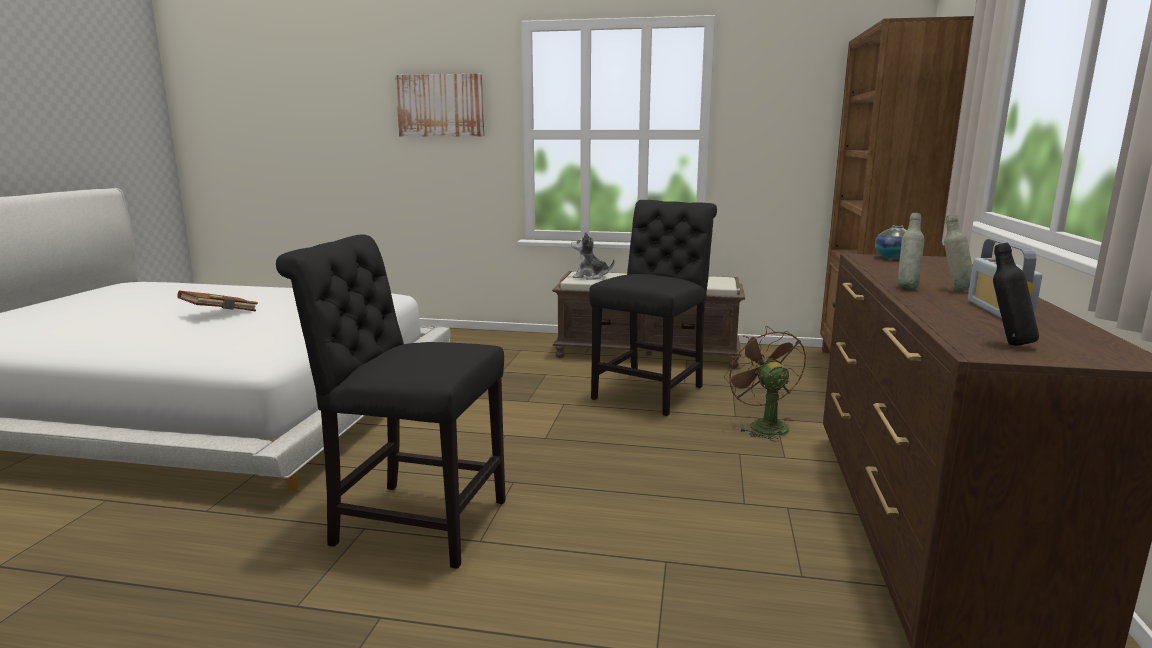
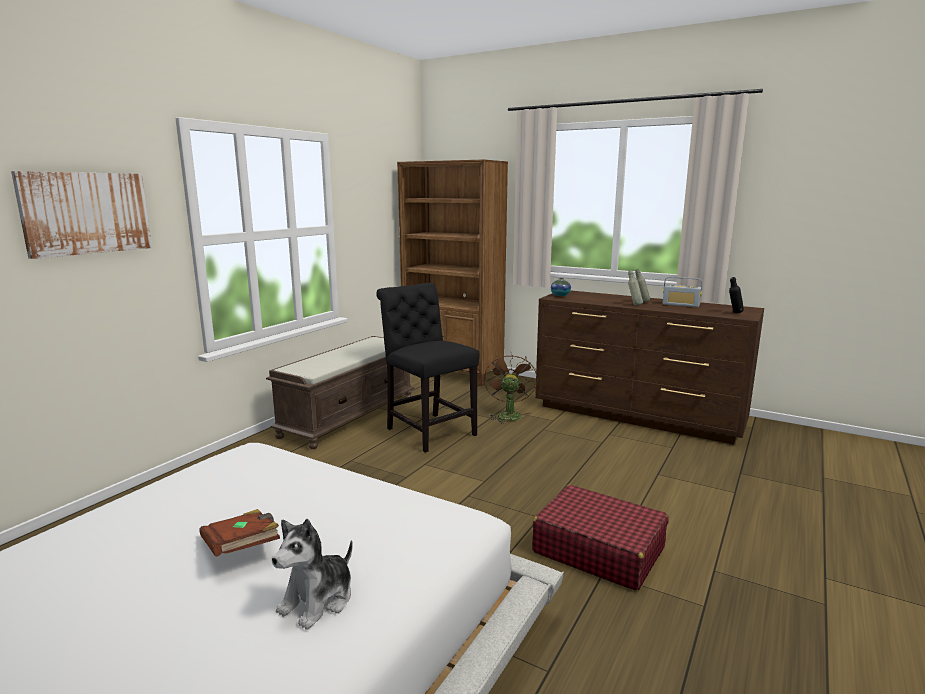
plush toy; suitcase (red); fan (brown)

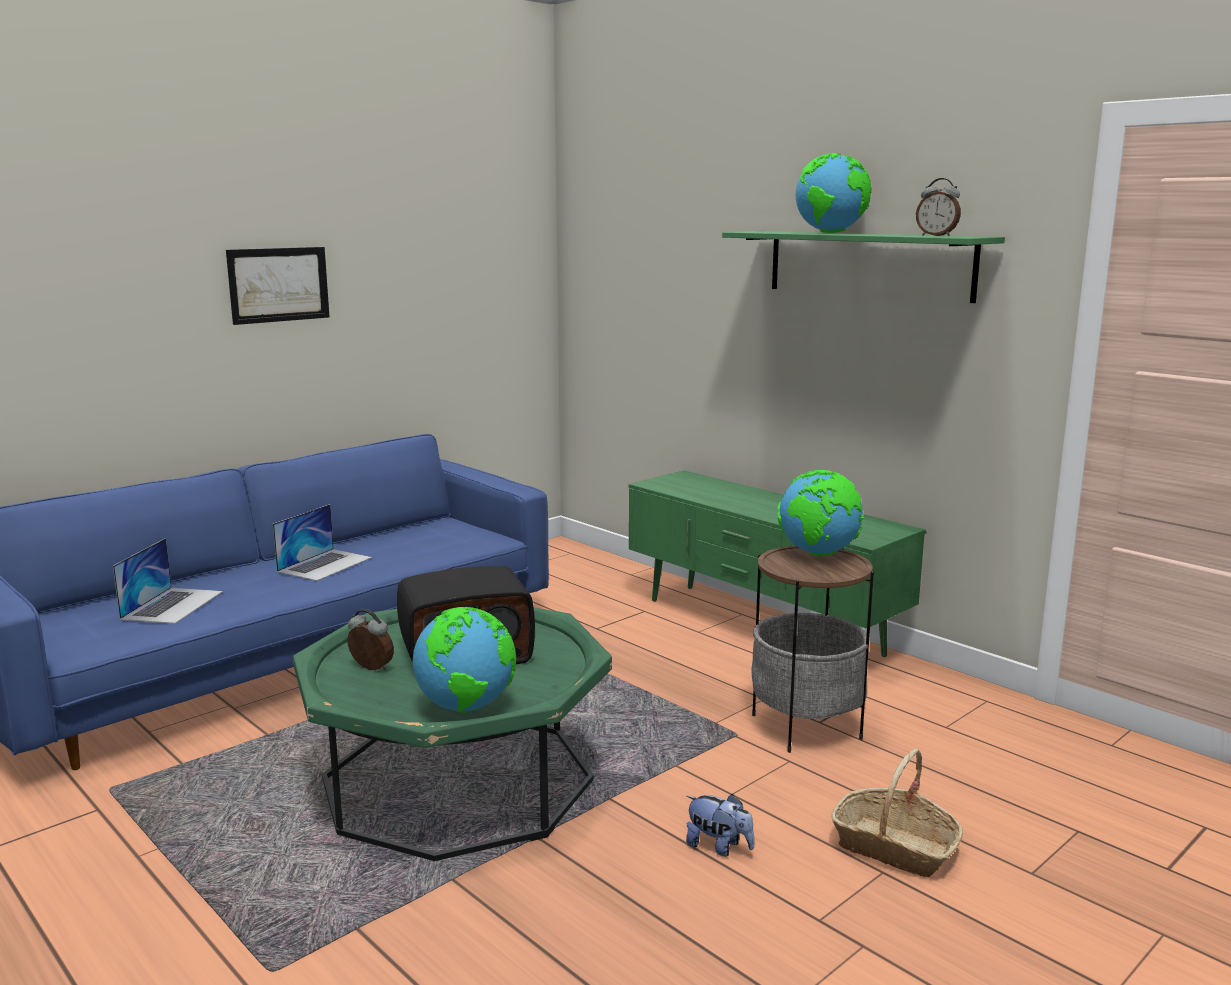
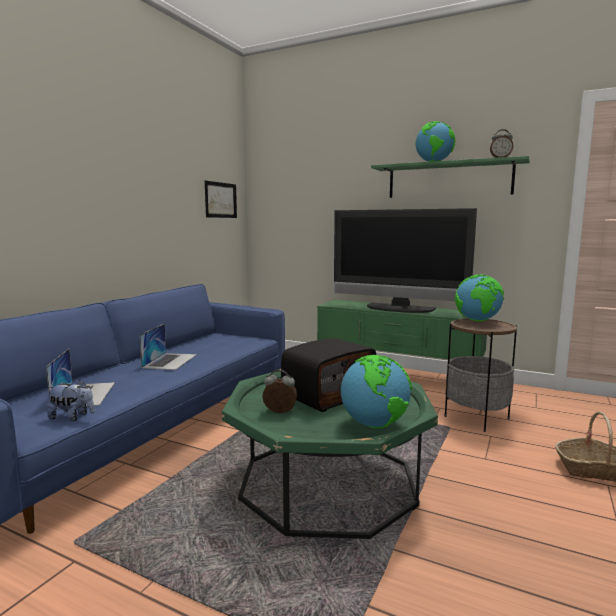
picture; plush toy; television

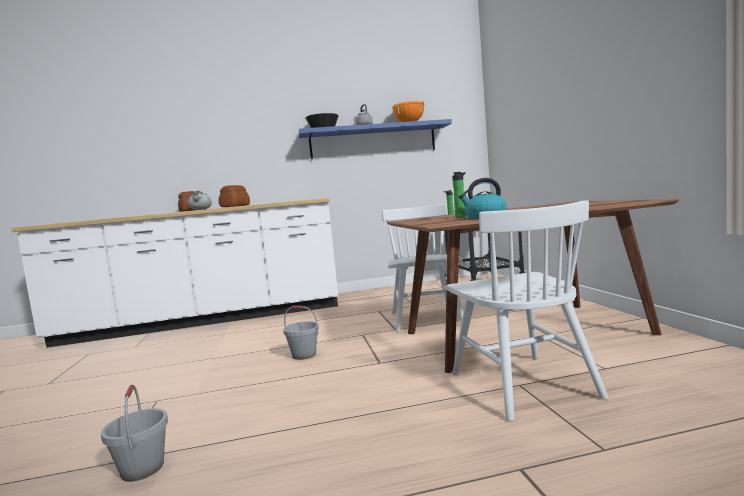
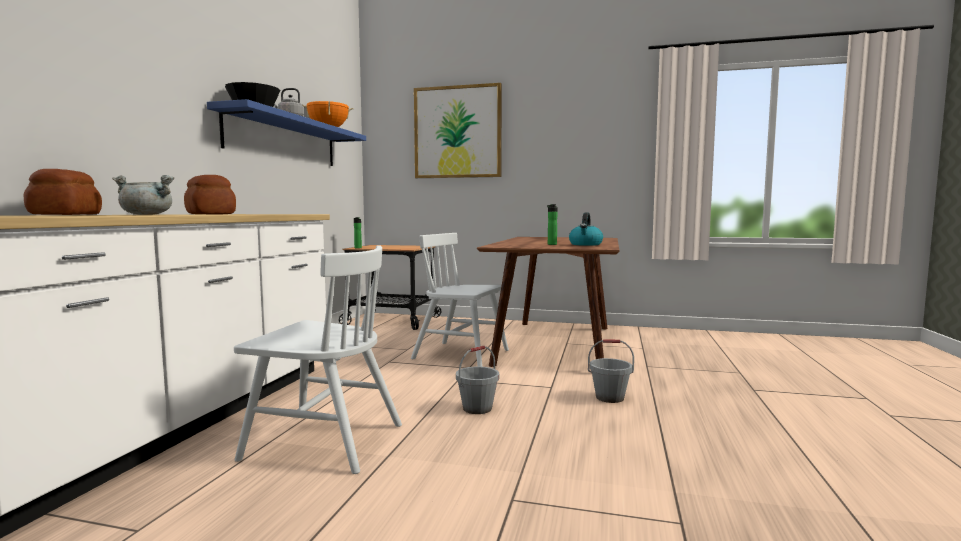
chair (white) (1st from left); bucket (grey) (2nd from left); picture

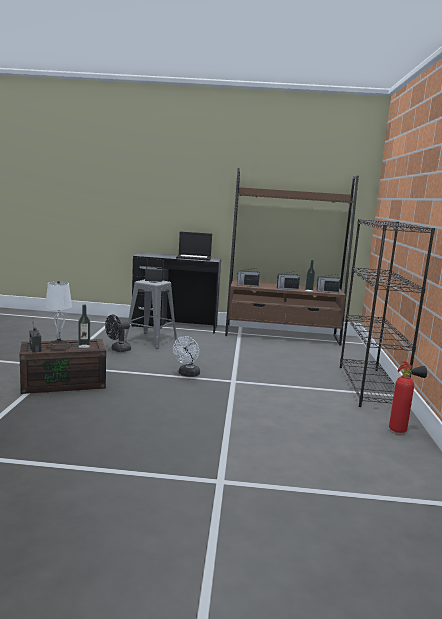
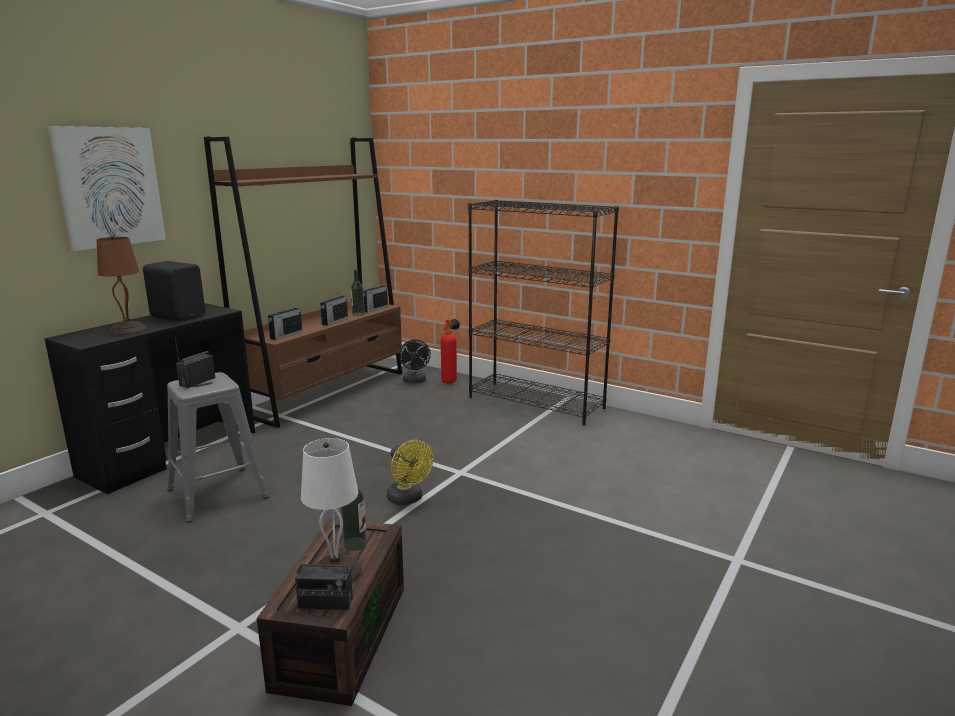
speaker (black); fan (black); fan (yellow); fire extinguisher; picture; table lamp (brown)

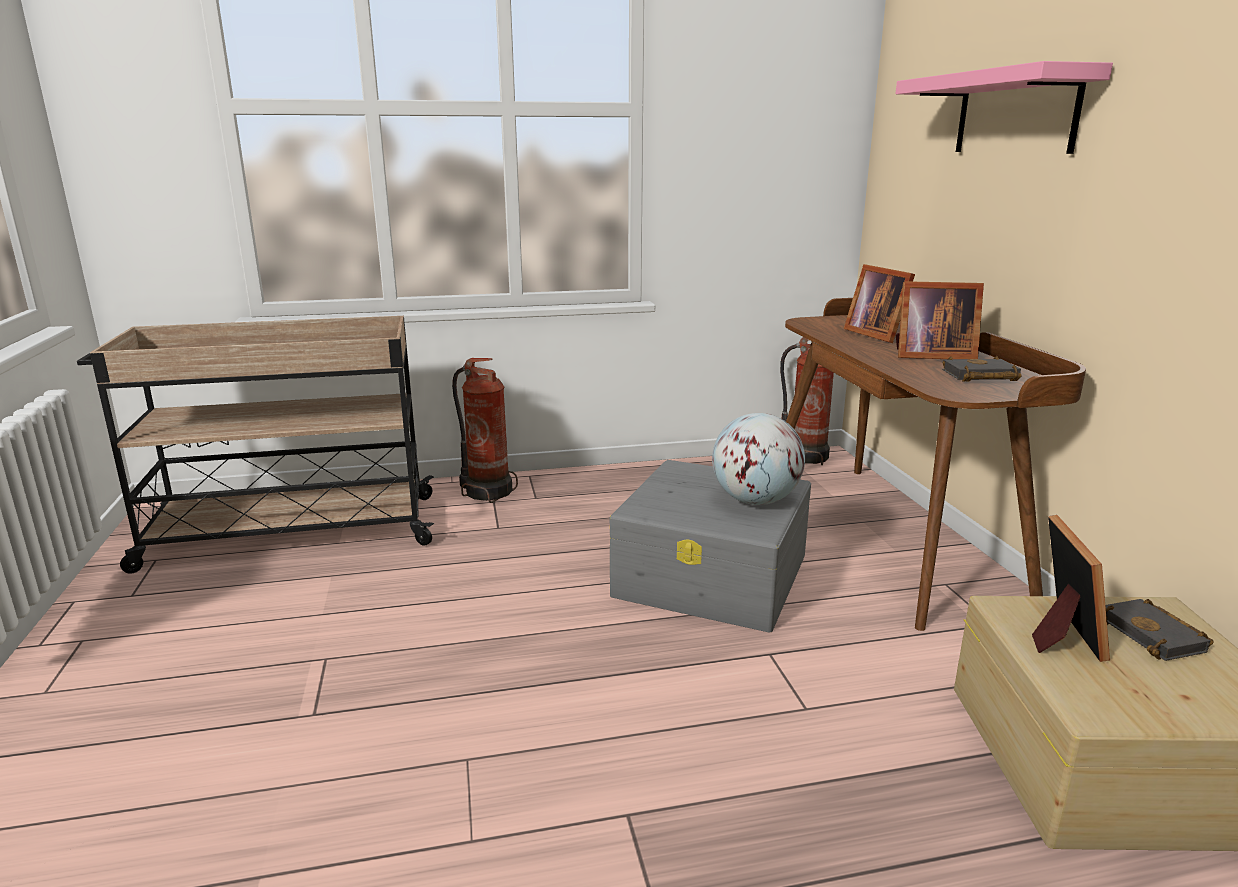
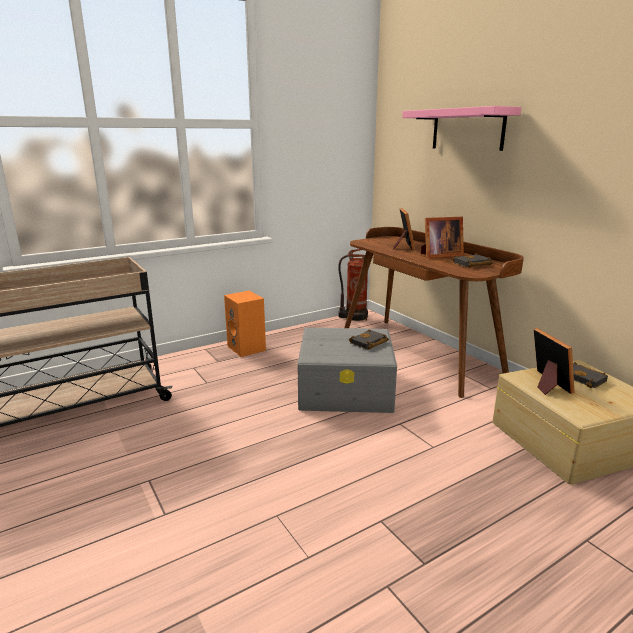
picture frame (1st from left); fire extinguisher (1st from left in the first image); book (black) (1st from left); speaker (orange)

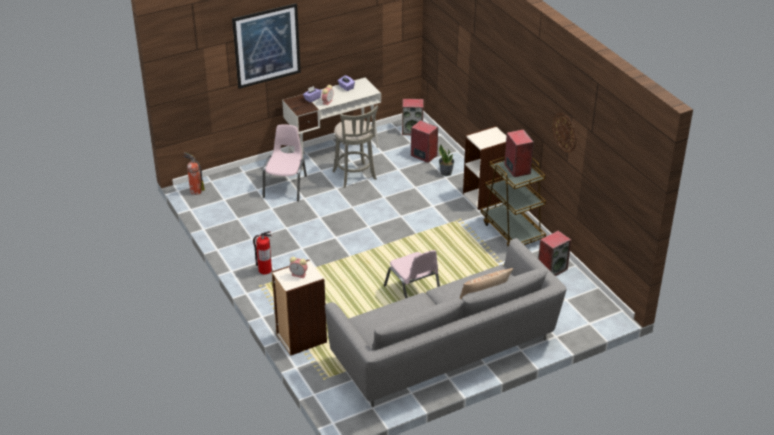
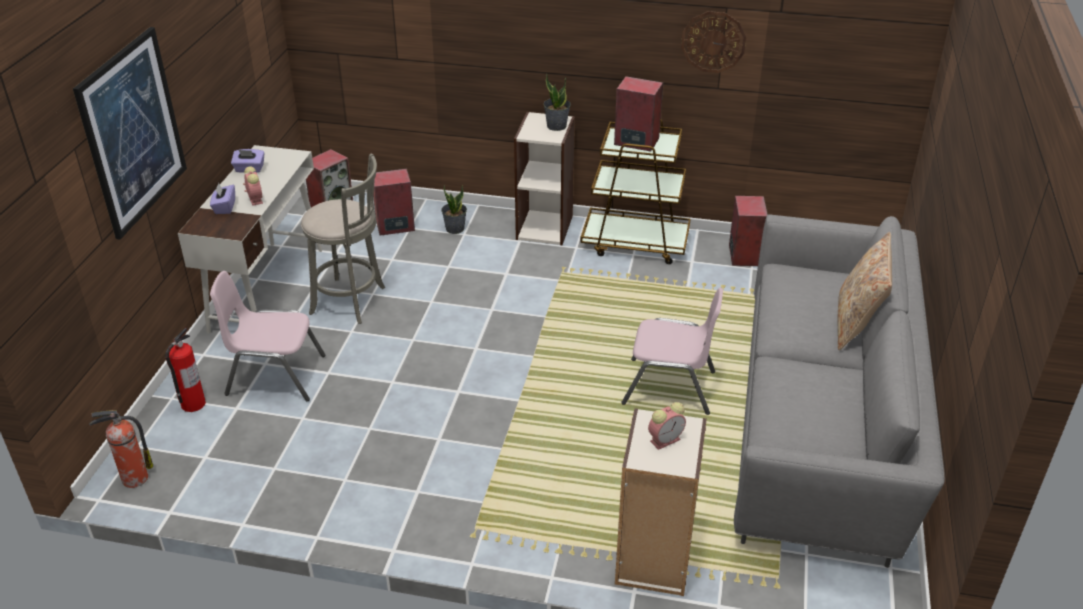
chair (pink) (1st from left); fire extinguisher (2nd from left); potted plant (2nd from left)

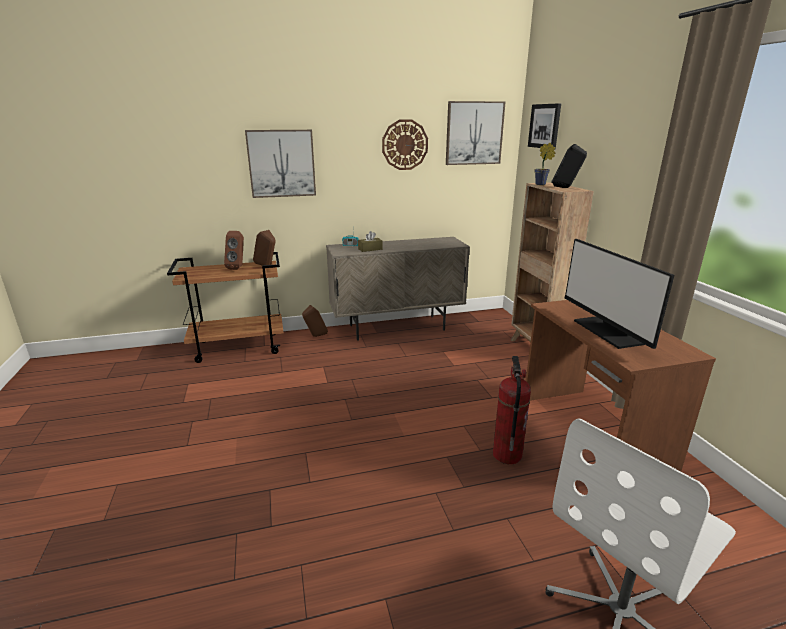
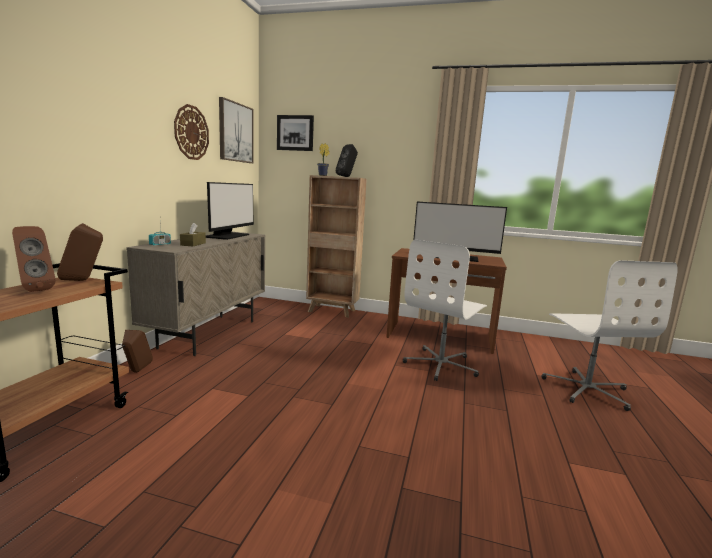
picture (1st from left in the first image); office chair (white) (1st from left); monitor (1st from left)

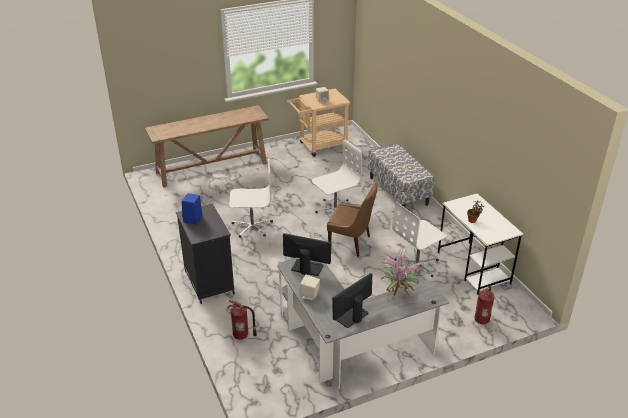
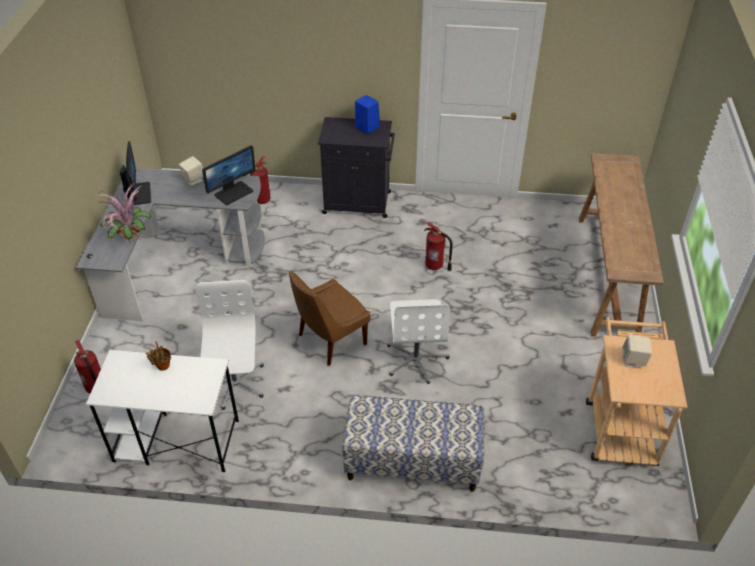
fire extinguisher (3rd from left)

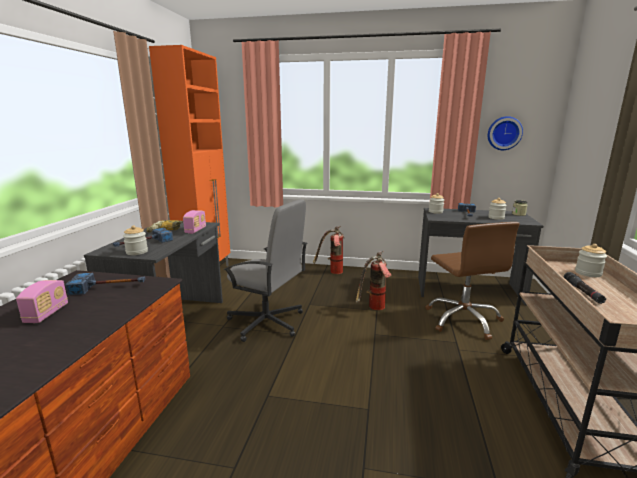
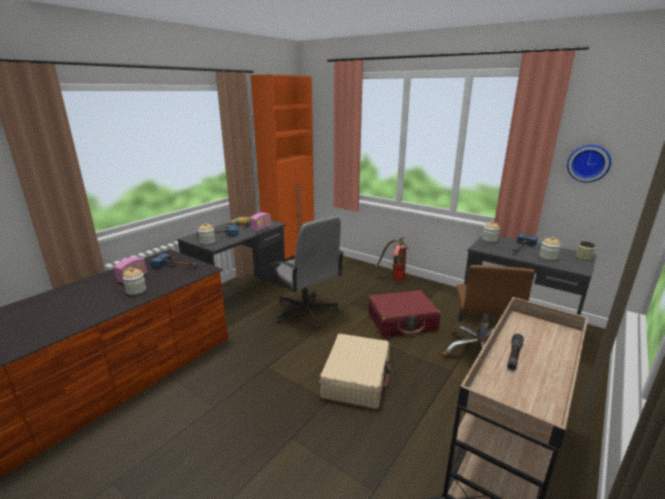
jar (1st from left); suitcase (red); suitcase (beige)

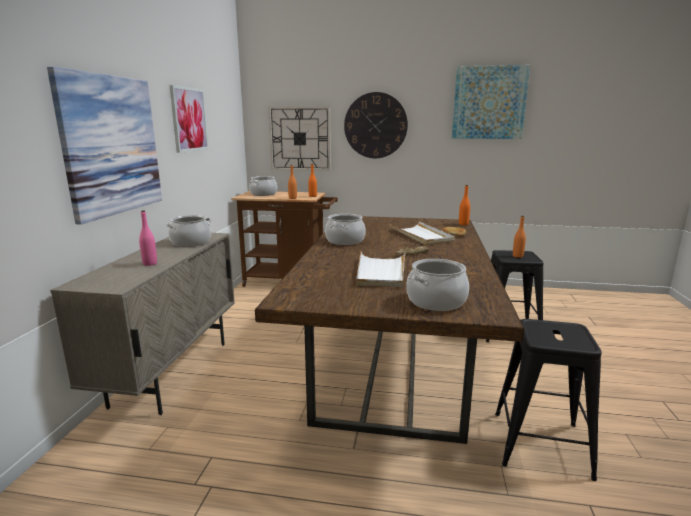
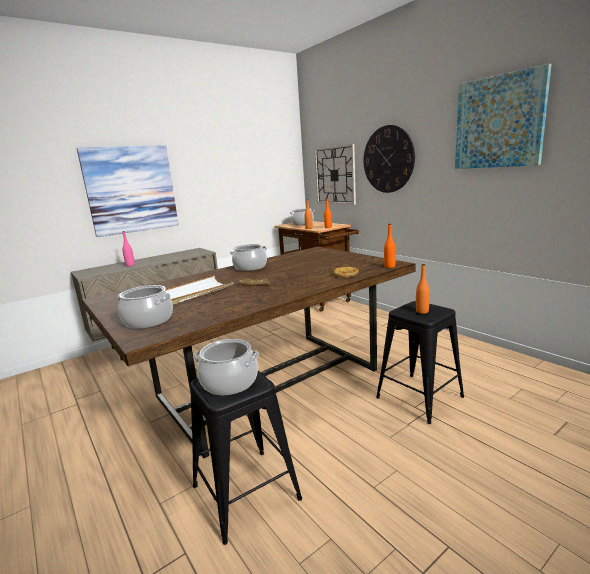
picture (2nd from left in the first image); cooking pot (2nd from left); tray (white) (2nd from left in the first image)

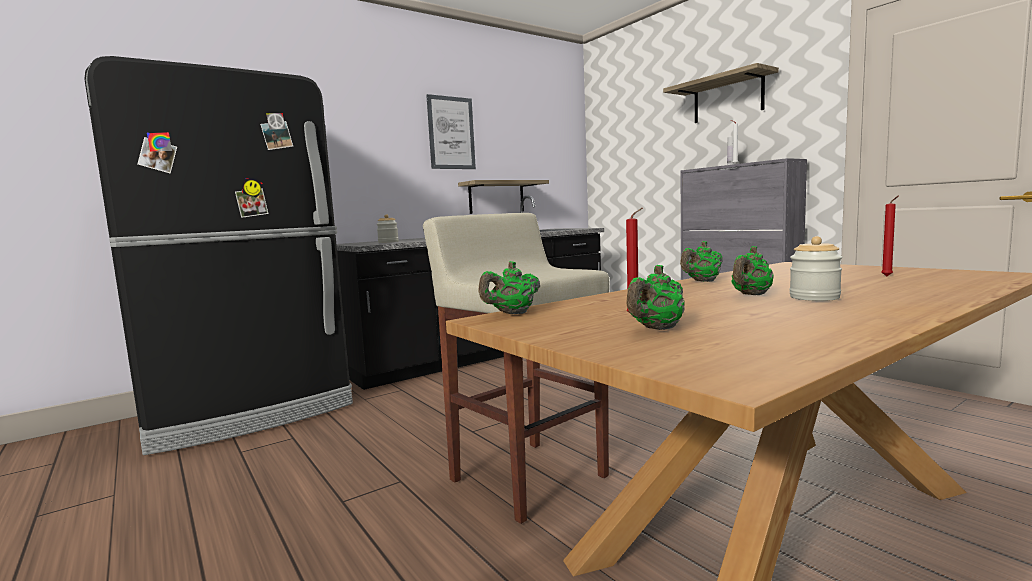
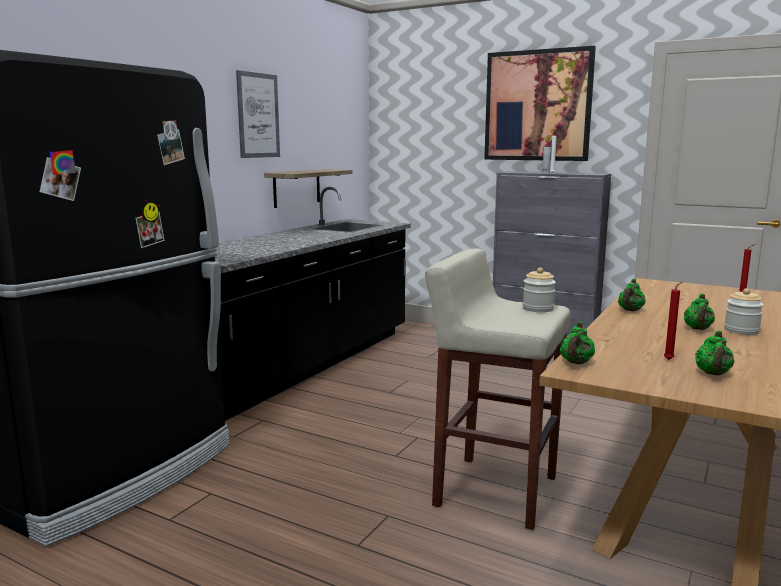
picture (2nd from left); jar (1st from left)

